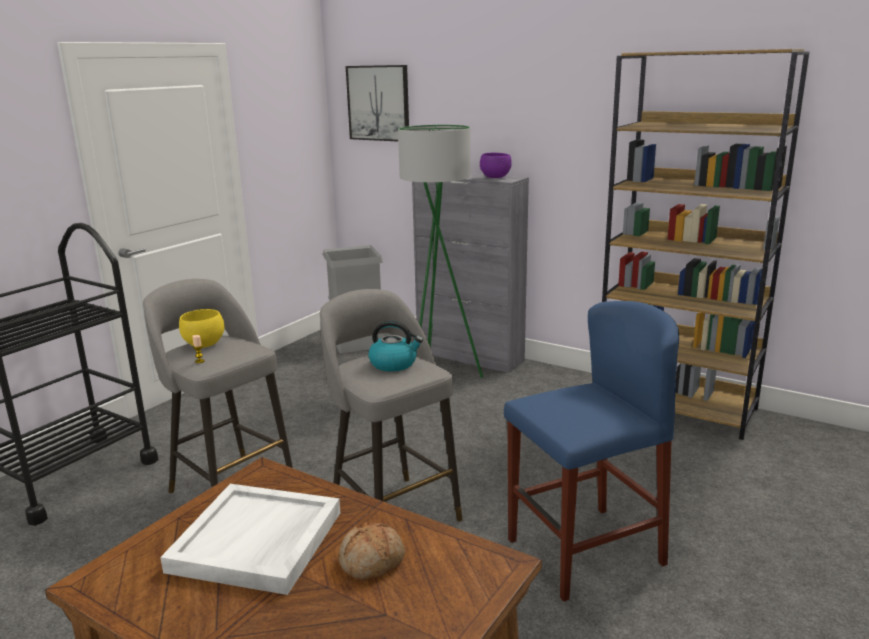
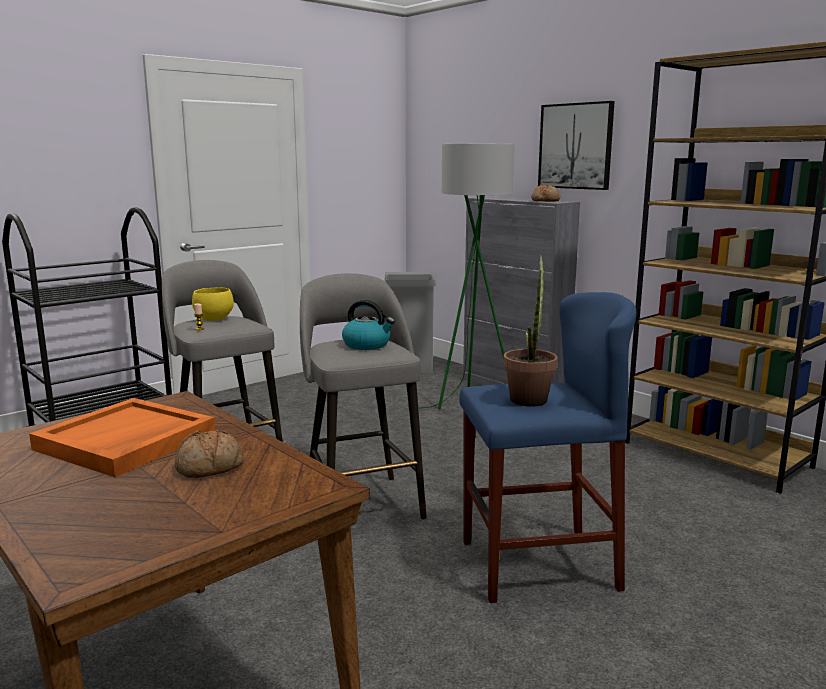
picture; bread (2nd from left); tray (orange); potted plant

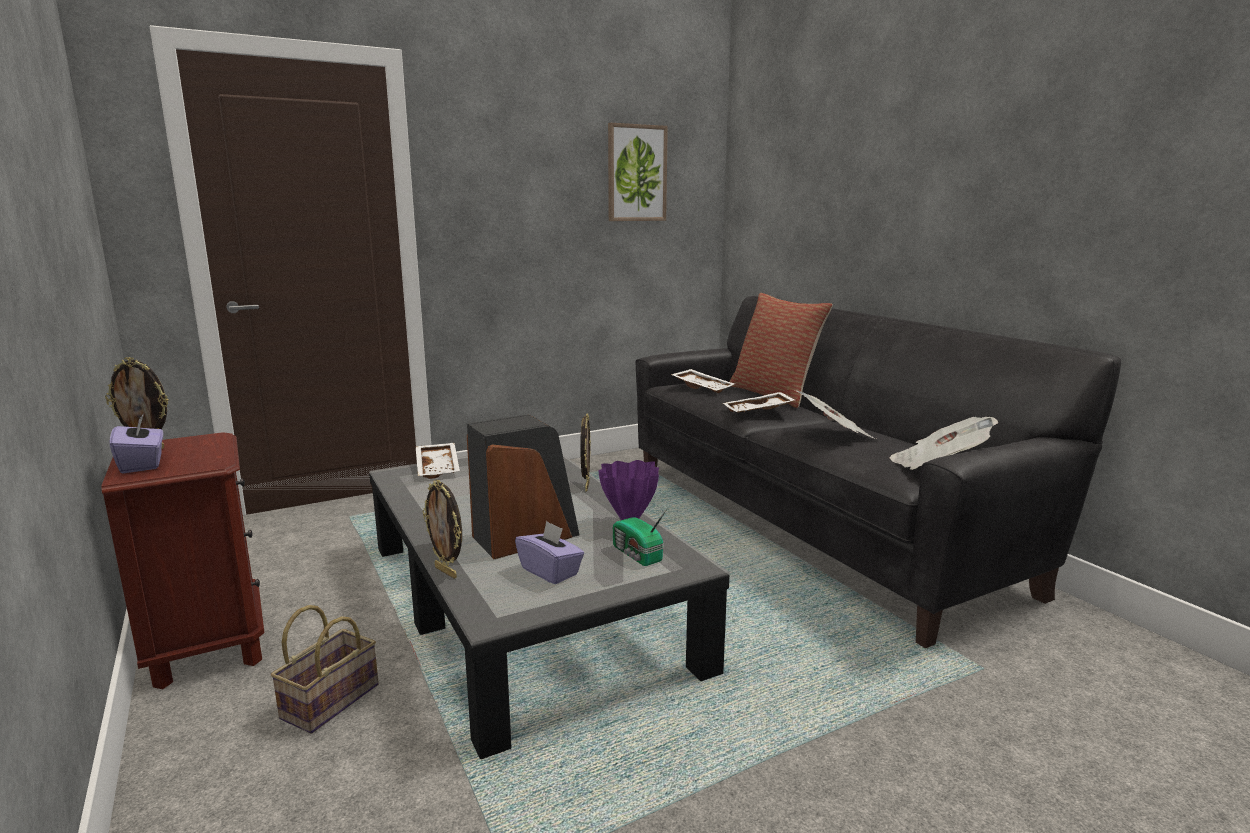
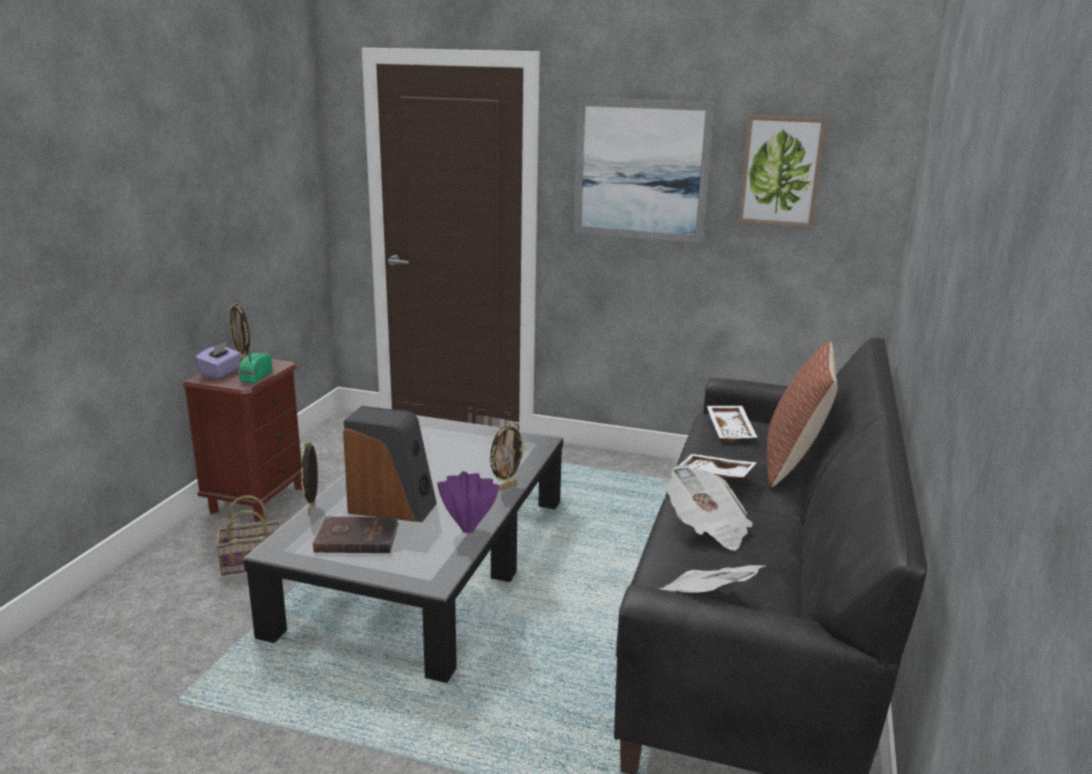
tray (white) (1st from left in the first image); radio; book (brown); picture (1st from left)

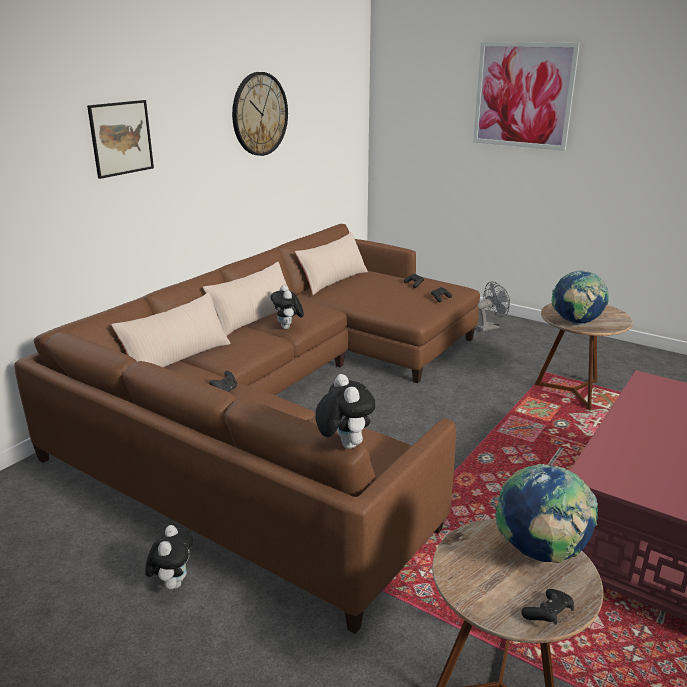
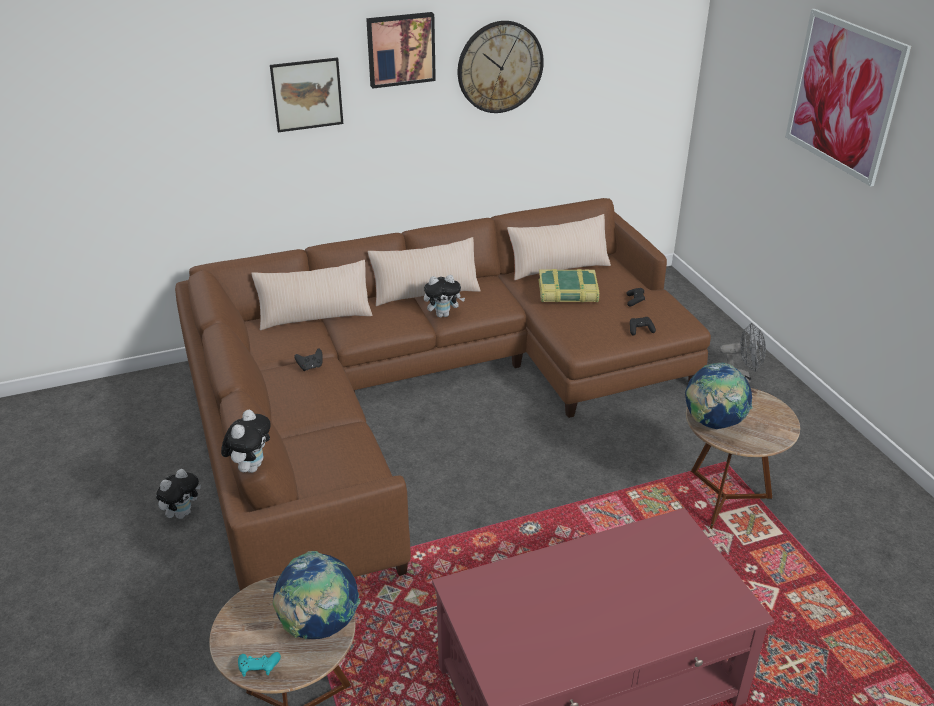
plush toy (3rd from left); game controller (turquoise); picture (2nd from left); book

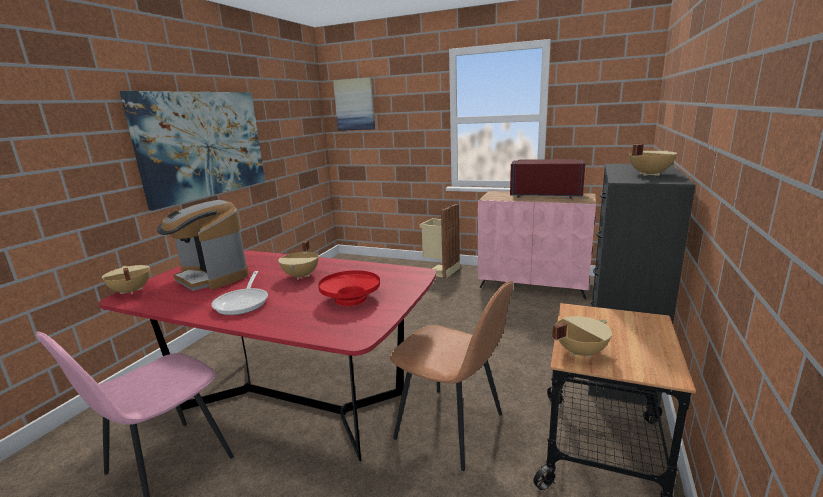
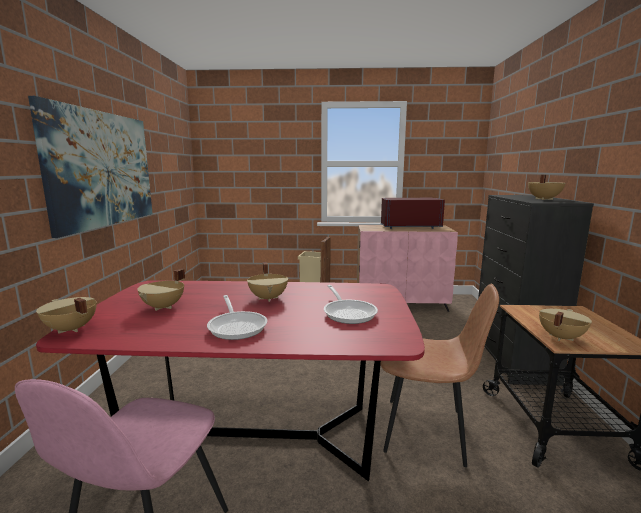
picture (2nd from left in the first image); cooking pot (beige) (2nd from left); frying pan (2nd from left)

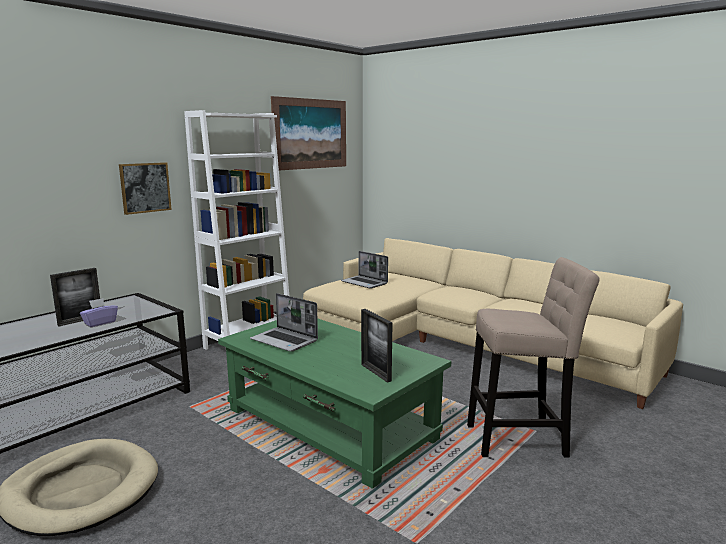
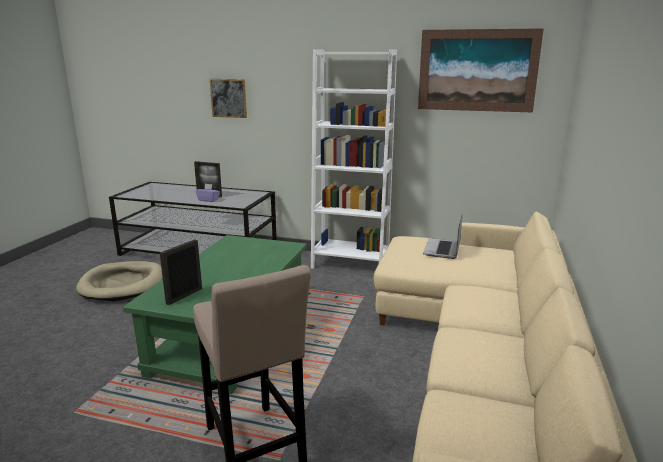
picture (1st from left); laptop (1st from left in the first image)

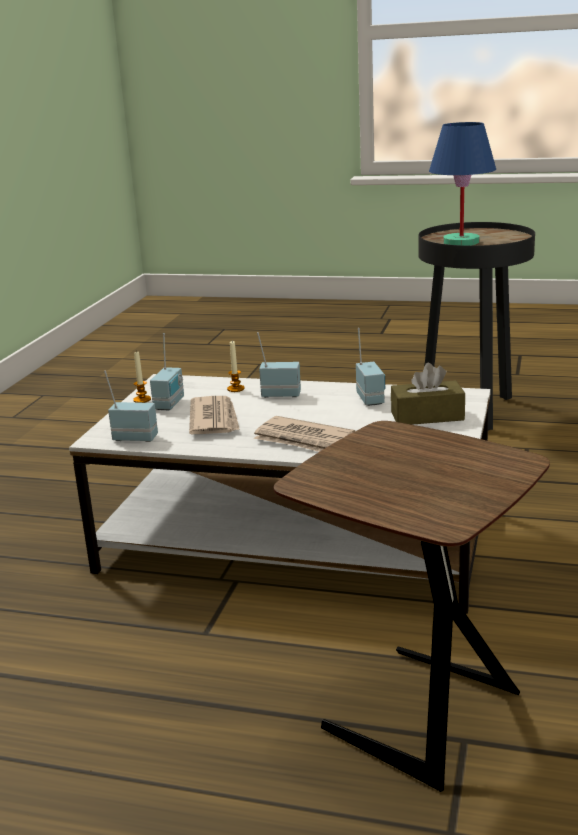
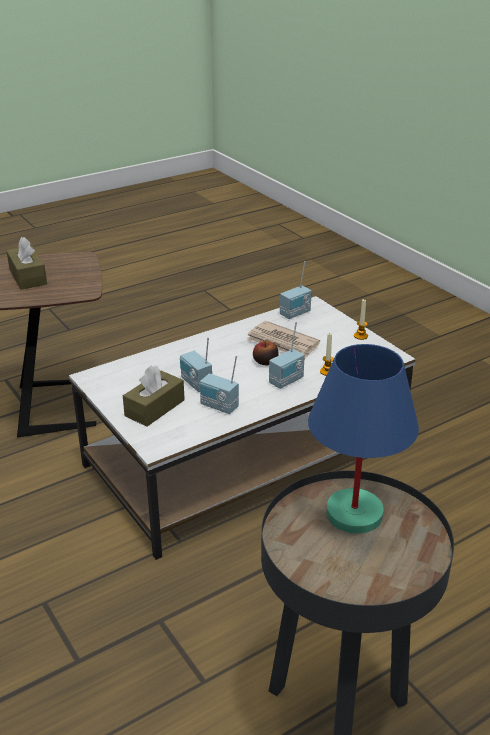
radio (1st from left); newspaper (2nd from left in the first image); tissue box (brown) (1st from left); apple

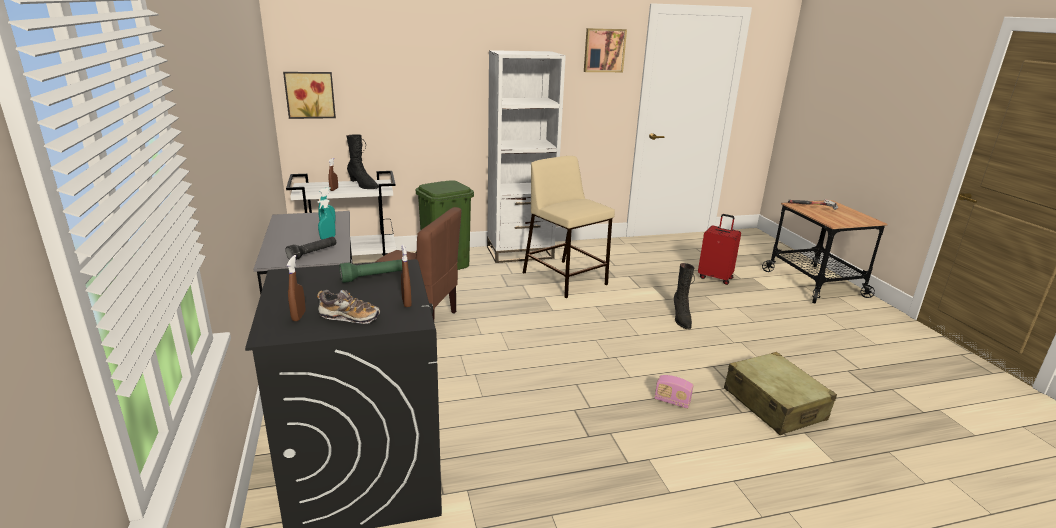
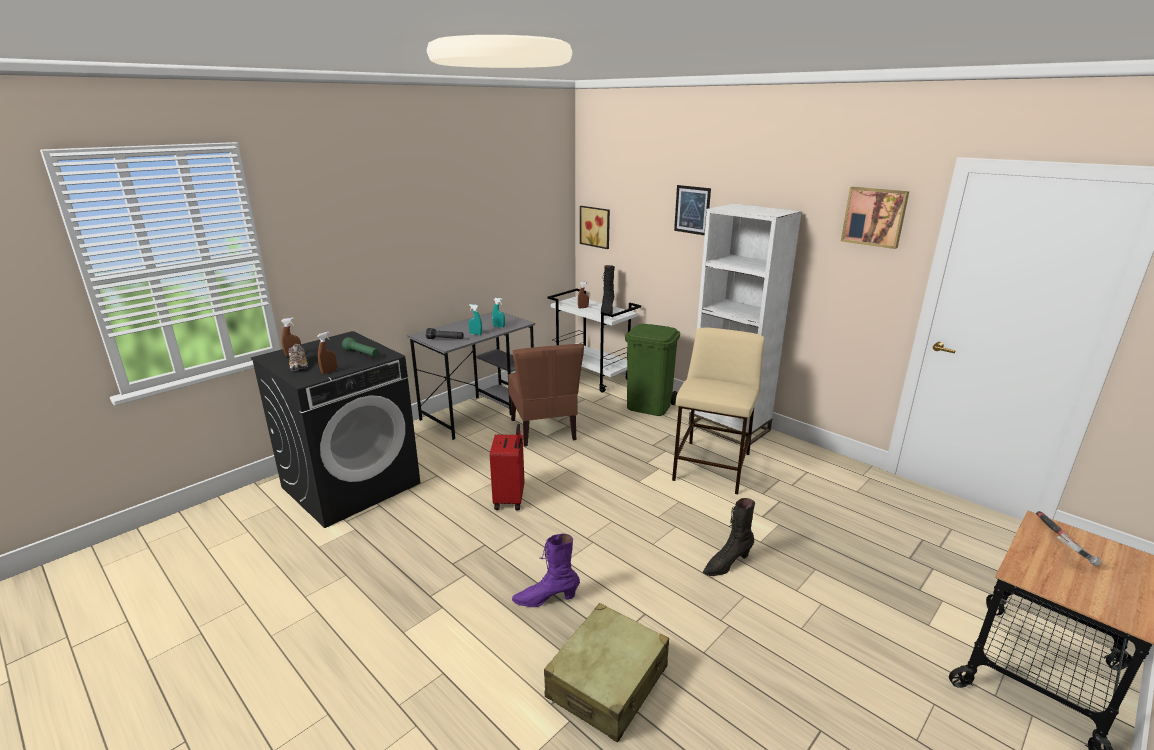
suitcase (red); boot (purple); picture (2nd from left)

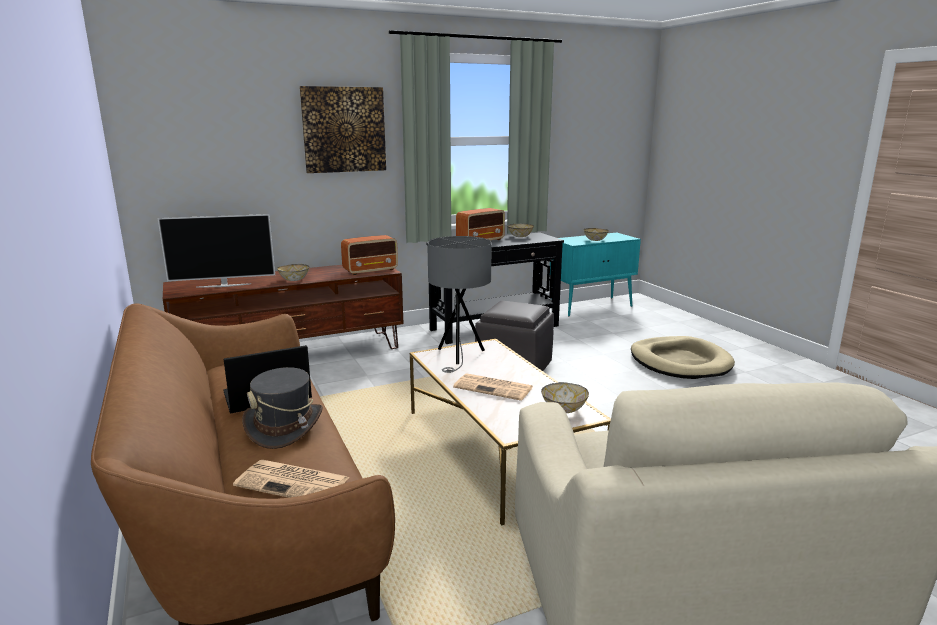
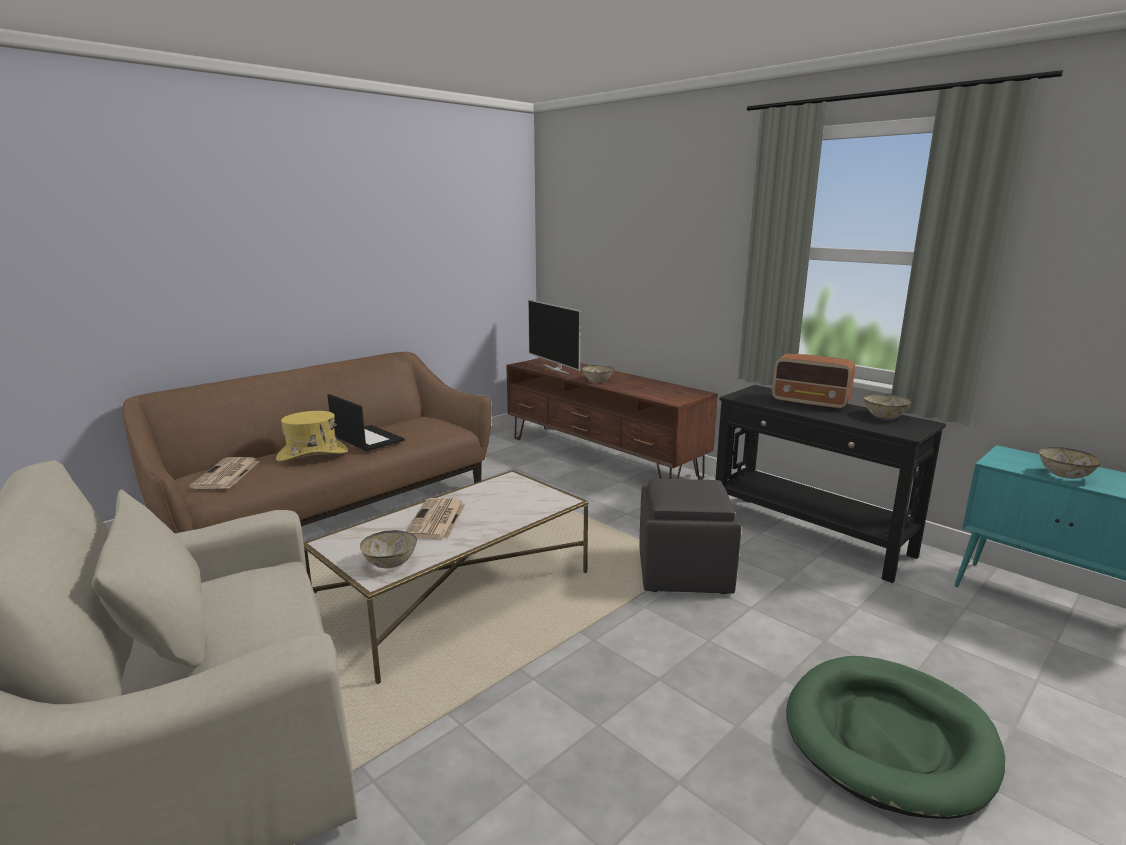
picture; radio (1st from left in the first image); table lamp (grey); dog bed (green); hat (yellow)

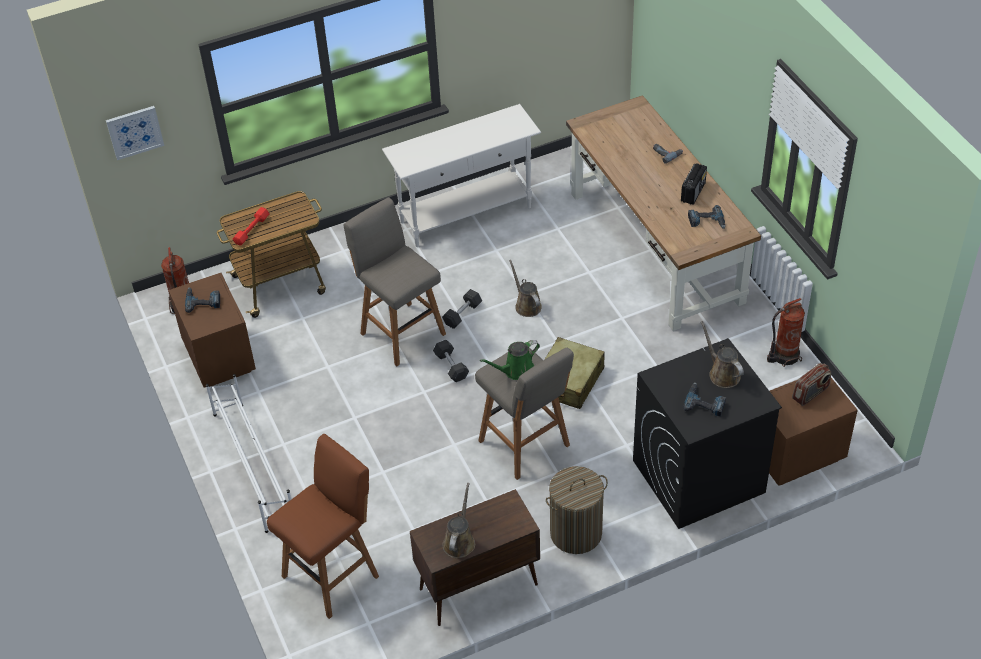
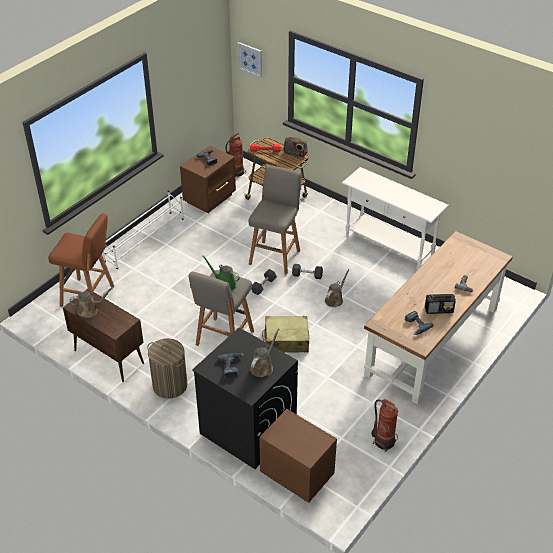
radio (1st from left)

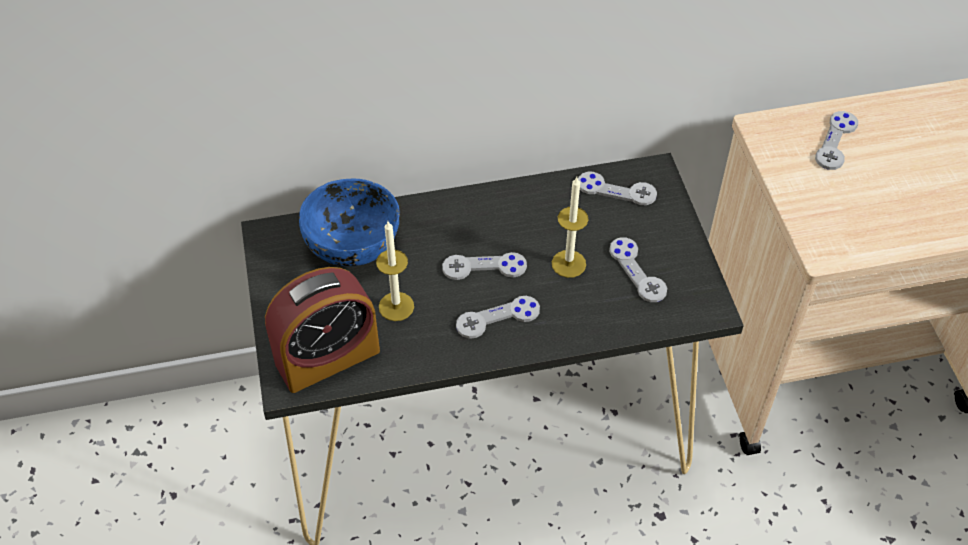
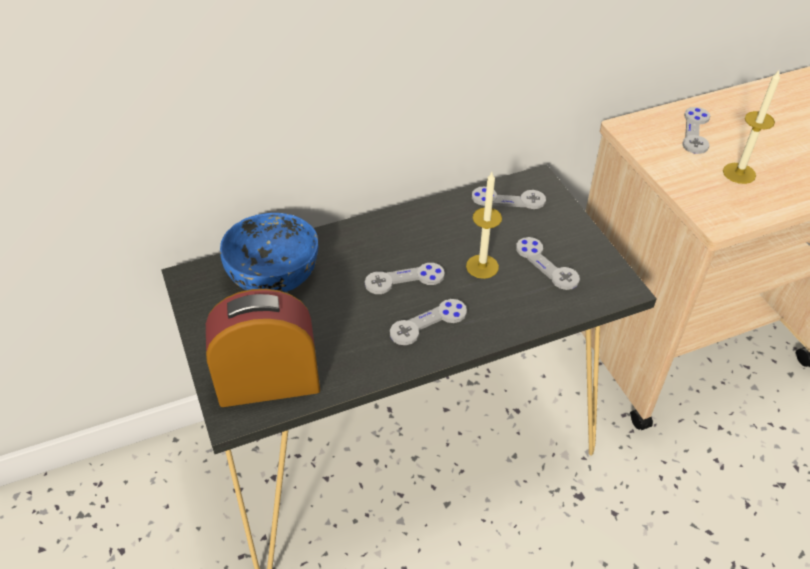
candle (2nd from left); alarm clock

